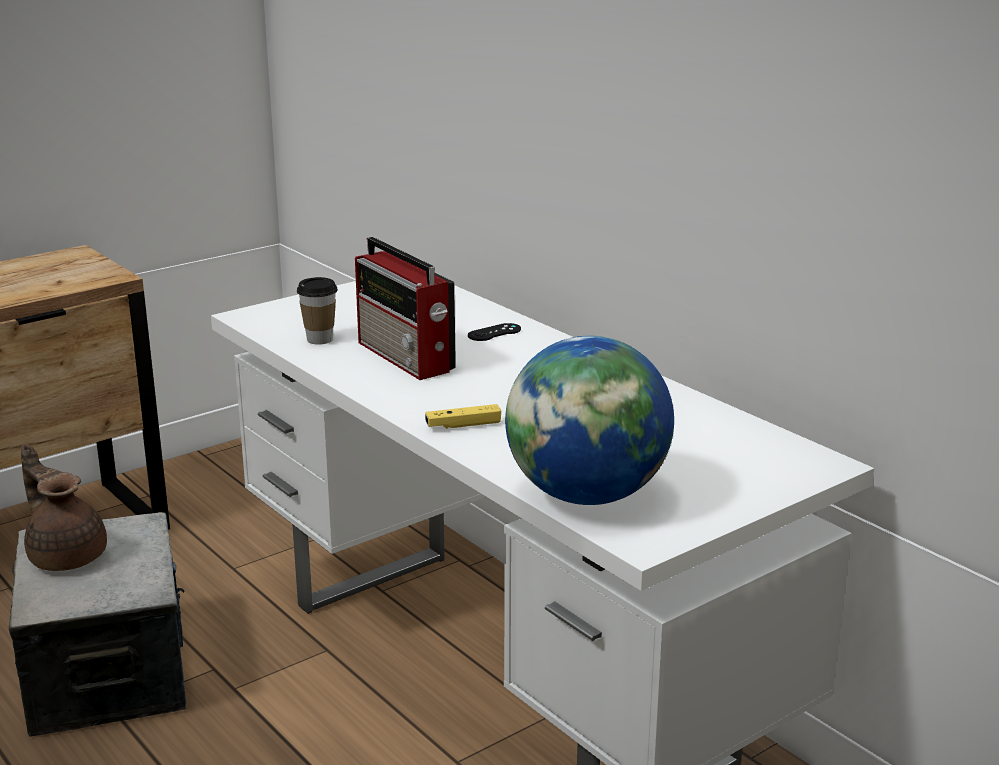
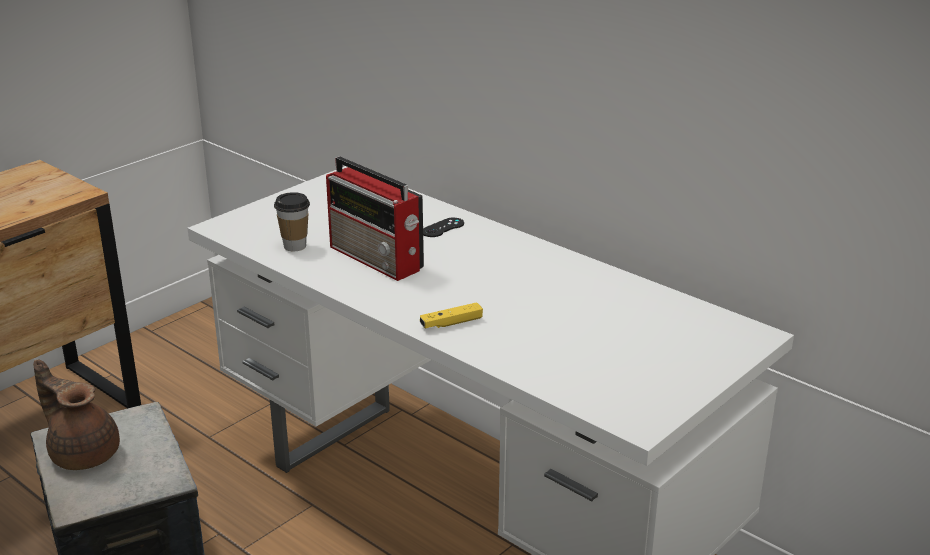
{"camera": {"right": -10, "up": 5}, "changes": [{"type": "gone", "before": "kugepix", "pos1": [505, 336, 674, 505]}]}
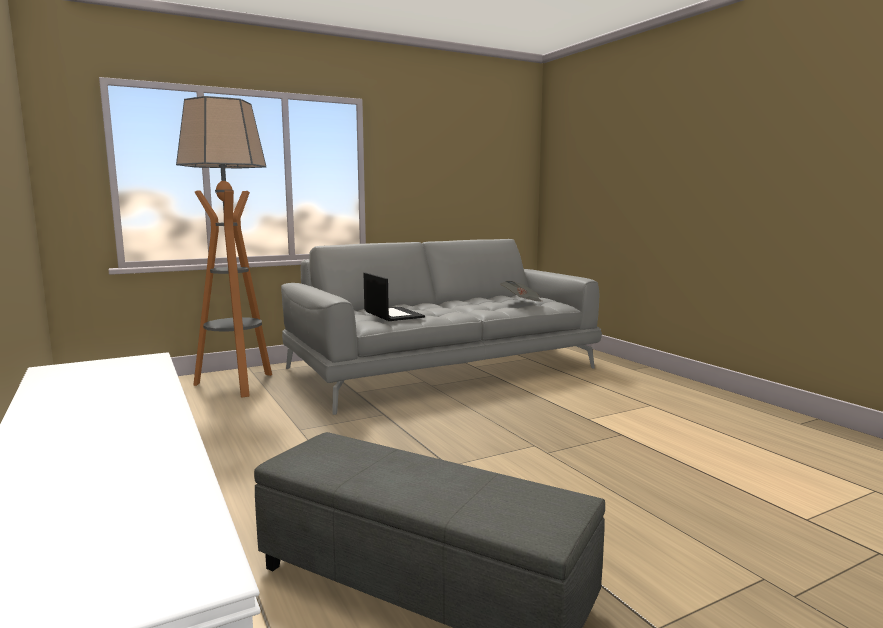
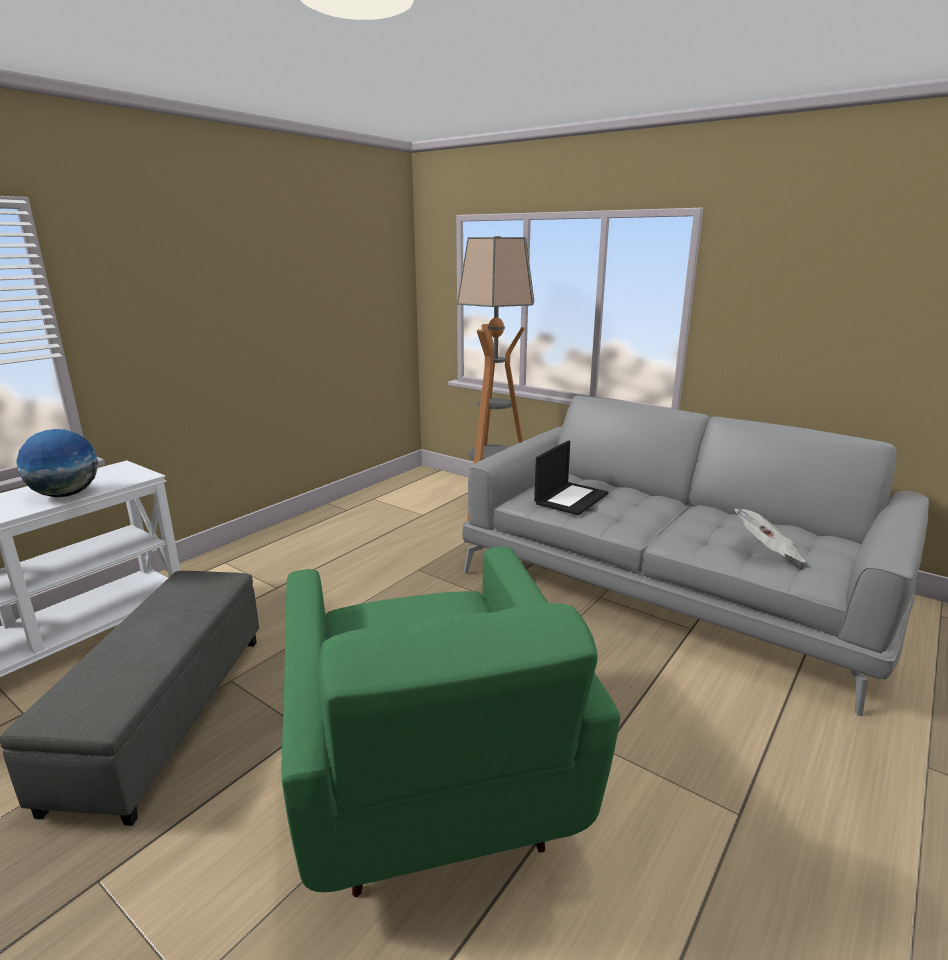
{"camera": {"right": 65, "up": 10}, "changes": [{"type": "new", "after": "kugepix", "pos2": [16, 429, 98, 497]}, {"type": "new", "after": "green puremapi", "pos2": [282, 546, 620, 897]}]}
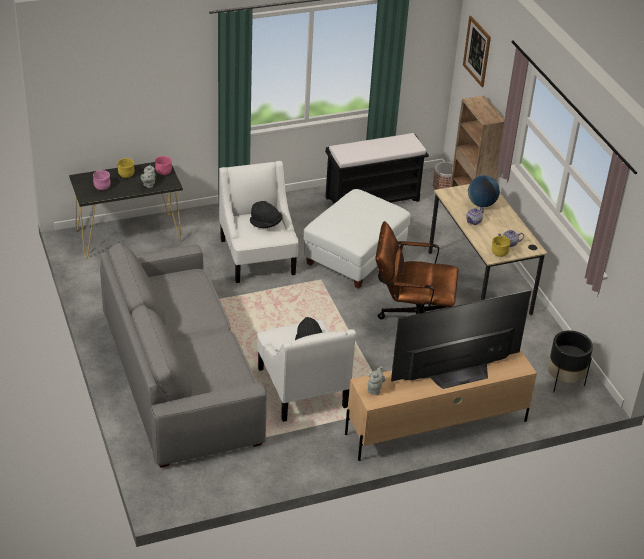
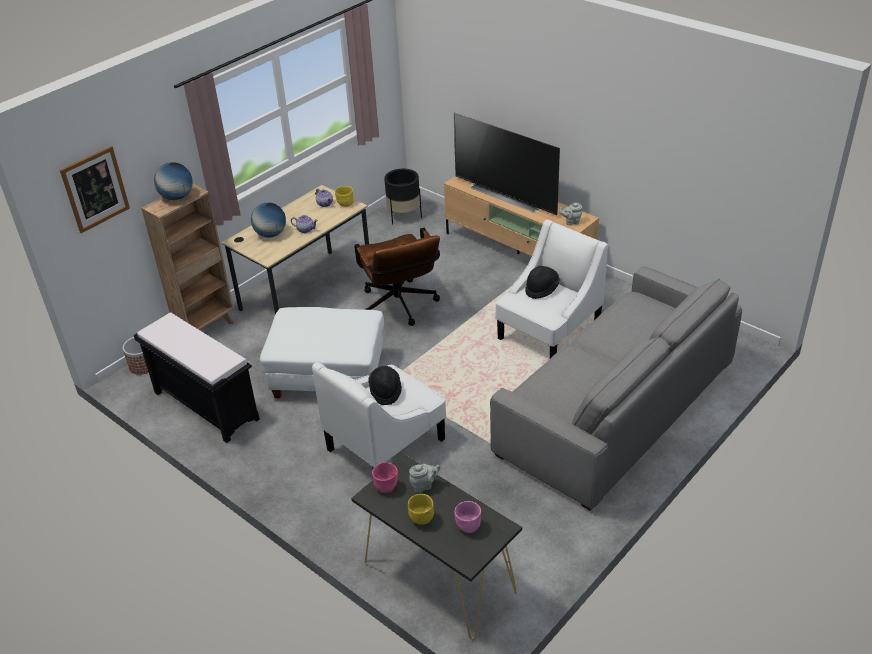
{"camera": {"right": -115, "up": 0}, "changes": [{"type": "new", "after": "kugepix", "pos2": [154, 162, 193, 200]}]}
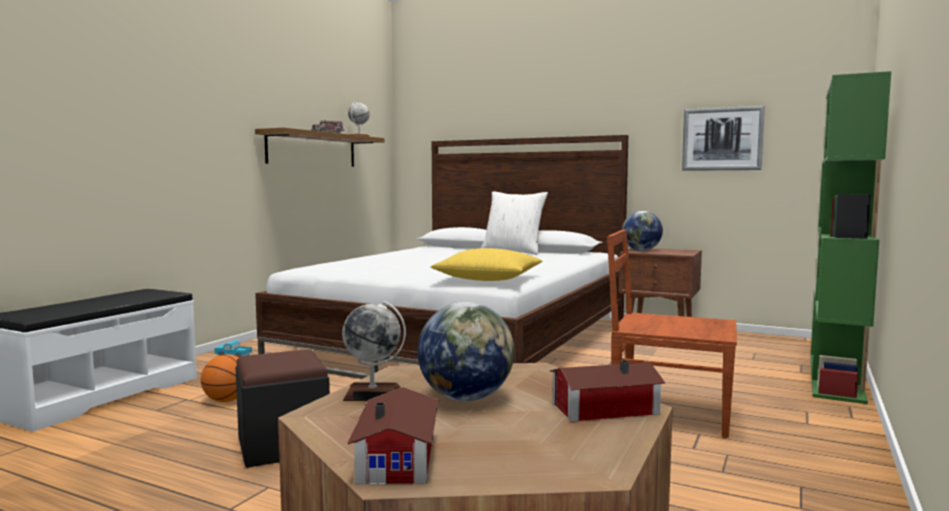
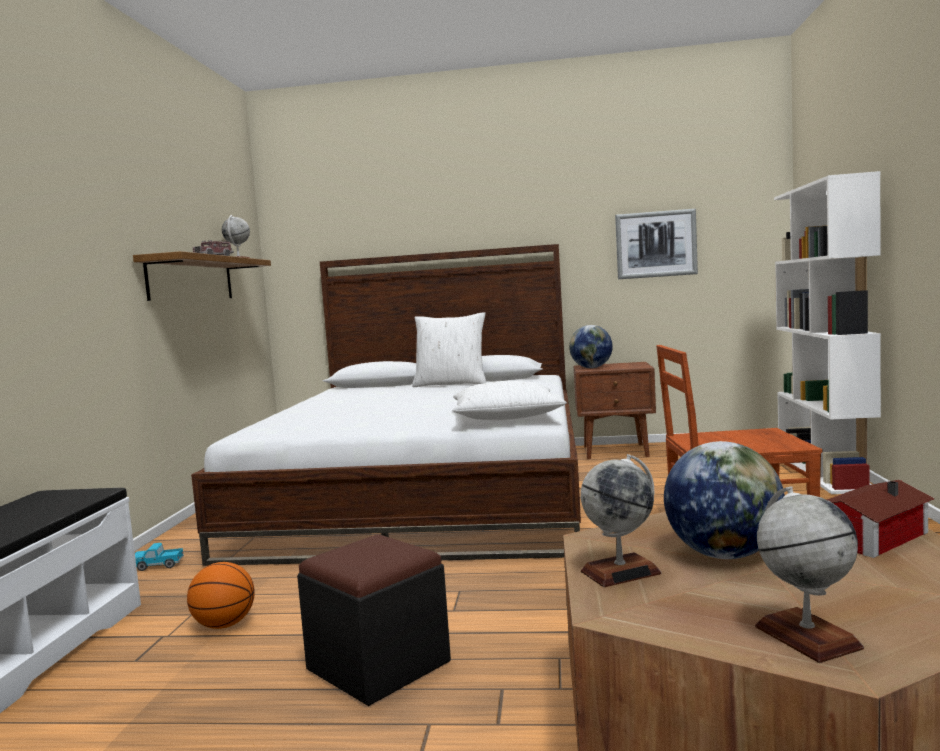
{"camera": {"right": -20, "up": 0}, "changes": [{"type": "swapped", "before": "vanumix", "after": "kugepix", "pos1": [347, 387, 438, 484], "pos2": [755, 486, 864, 663]}, {"type": "repainted", "before": "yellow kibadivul", "after": "white kibadivul", "pos1": [431, 248, 542, 281], "pos2": [453, 381, 567, 420]}, {"type": "repainted", "before": "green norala", "after": "white norala", "pos1": [810, 71, 891, 404], "pos2": [774, 171, 881, 494]}]}
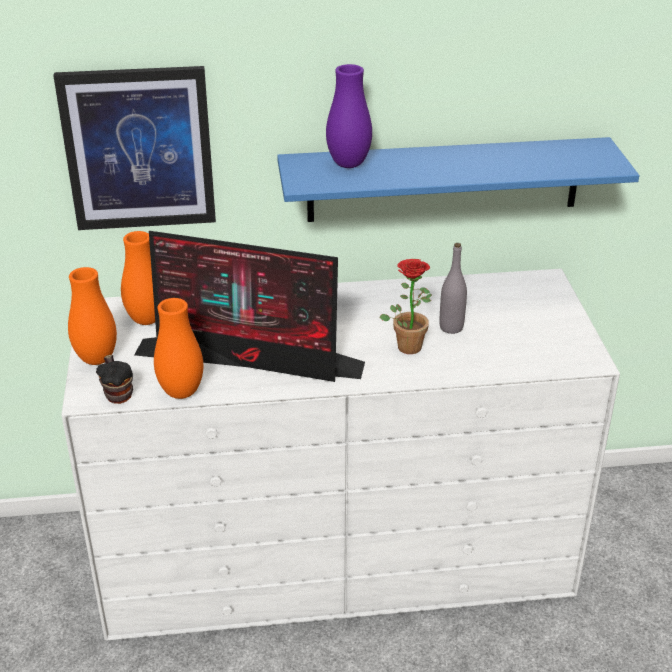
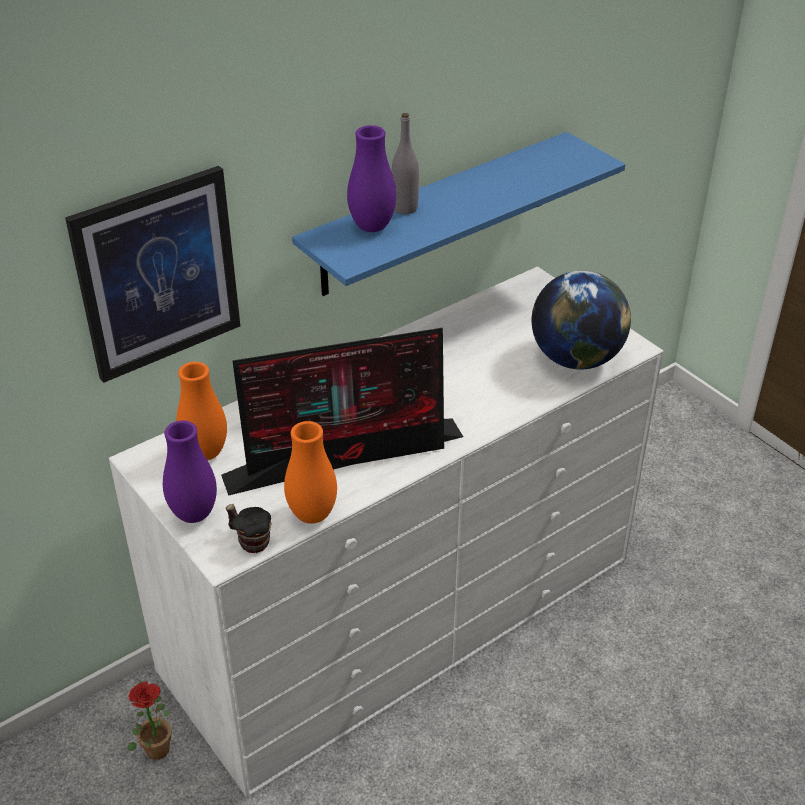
{"camera": {"right": -30, "up": 5}, "changes": [{"type": "repainted", "before": "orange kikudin", "after": "purple kikudin", "pos1": [68, 267, 117, 365], "pos2": [163, 420, 217, 523]}, {"type": "shifted", "before": "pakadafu", "pos1": [379, 259, 432, 354], "pos2": [127, 681, 172, 760]}, {"type": "shifted", "before": "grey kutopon", "pos1": [439, 243, 467, 334], "pos2": [391, 113, 419, 215]}, {"type": "new", "after": "kugepix", "pos2": [531, 270, 631, 370]}]}
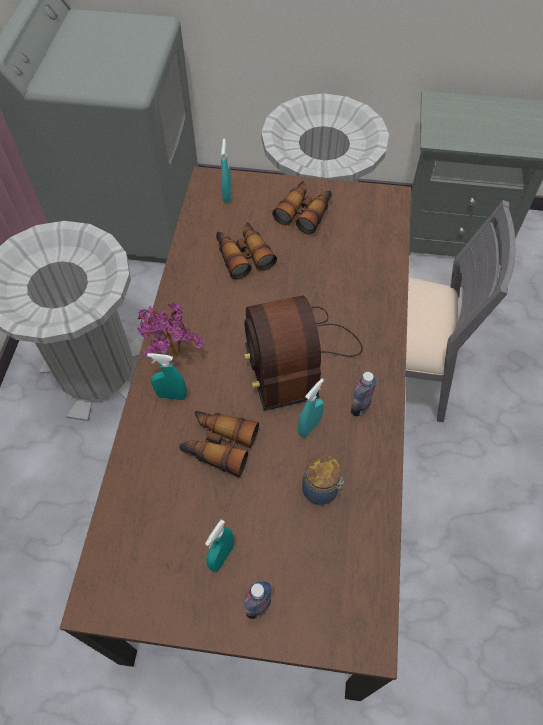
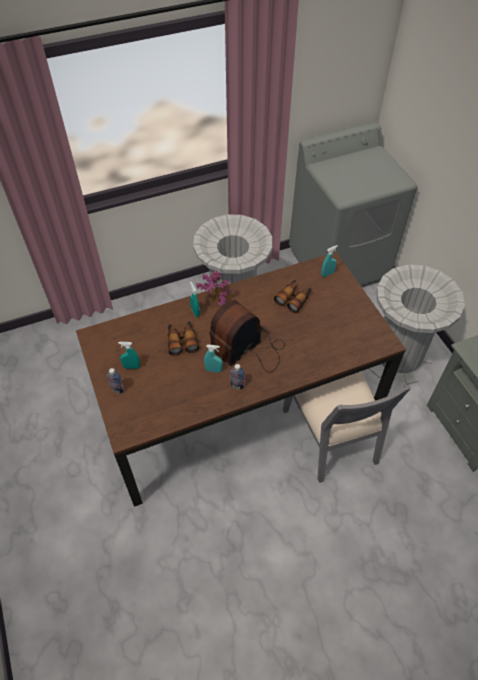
{"camera": {"right": 60, "up": -5}, "changes": [{"type": "gone", "before": "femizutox", "pos1": [272, 181, 332, 234]}, {"type": "gone", "before": "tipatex", "pos1": [302, 455, 344, 505]}]}
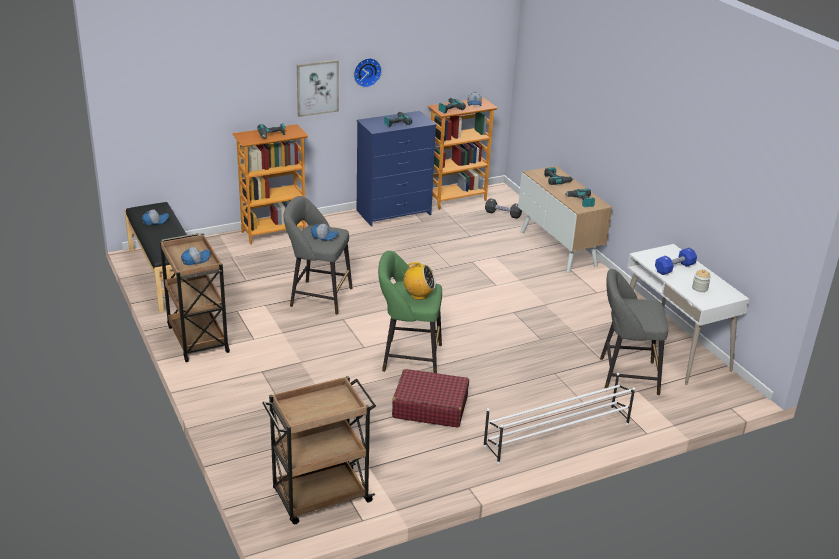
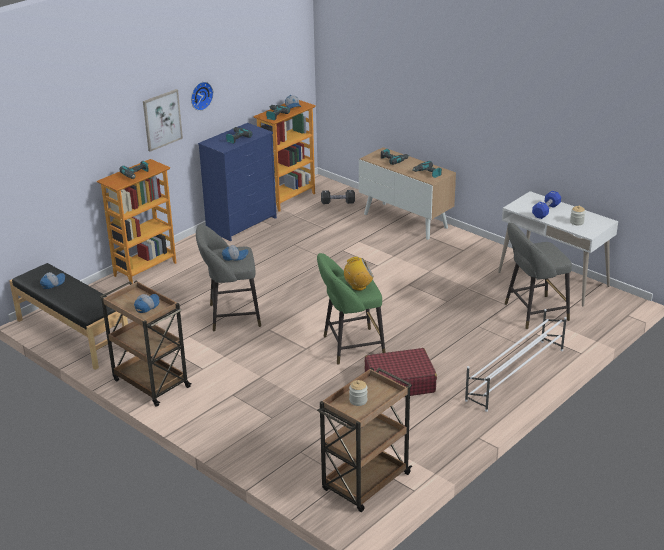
{"camera": {"right": -20, "up": 0}, "changes": [{"type": "new", "after": "tipatex", "pos2": [349, 380, 368, 406]}]}
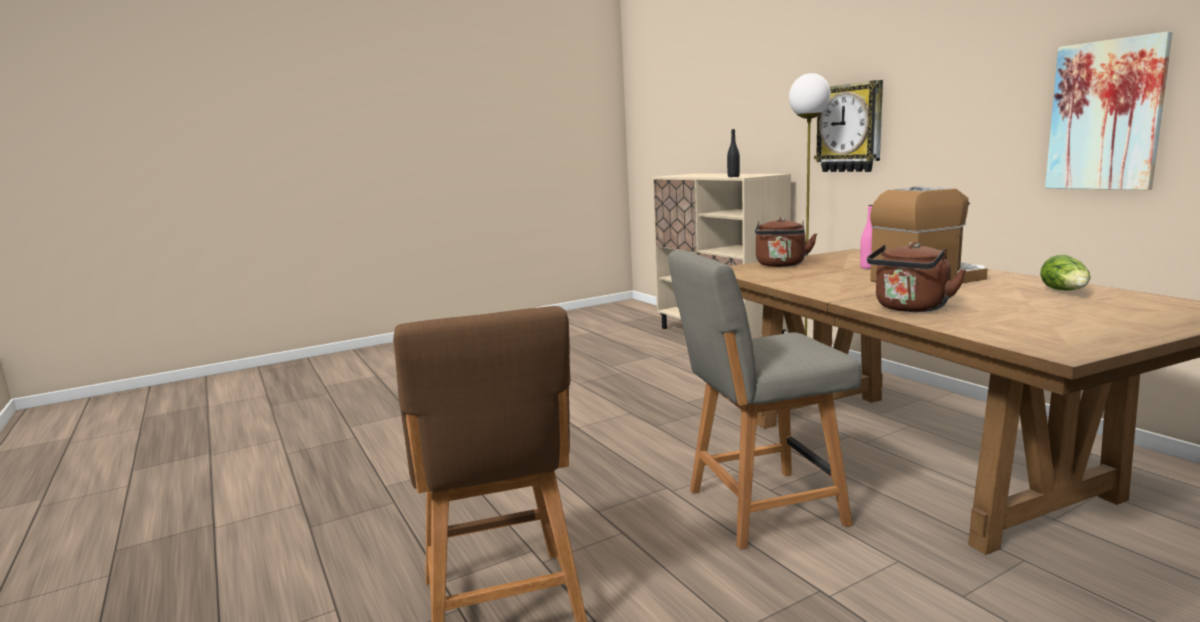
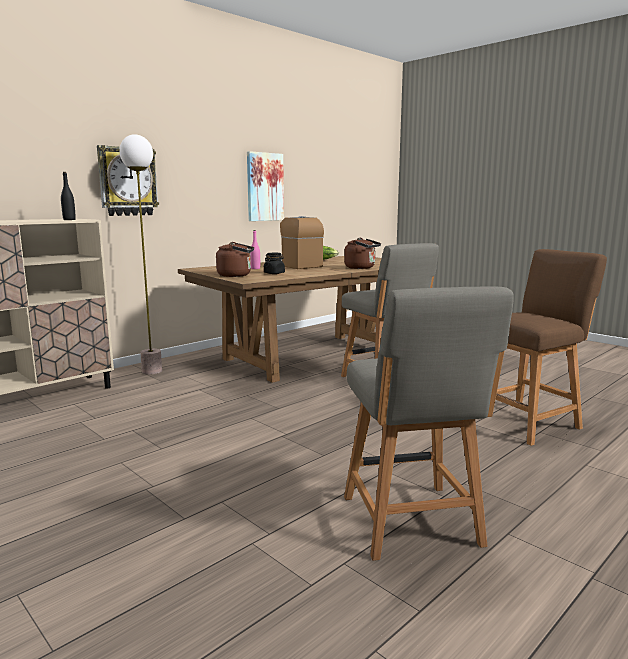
{"camera": {"right": -105, "up": 0}, "changes": [{"type": "new", "after": "black tipatex", "pos2": [264, 253, 285, 274]}, {"type": "new", "after": "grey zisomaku", "pos2": [344, 287, 514, 561]}]}
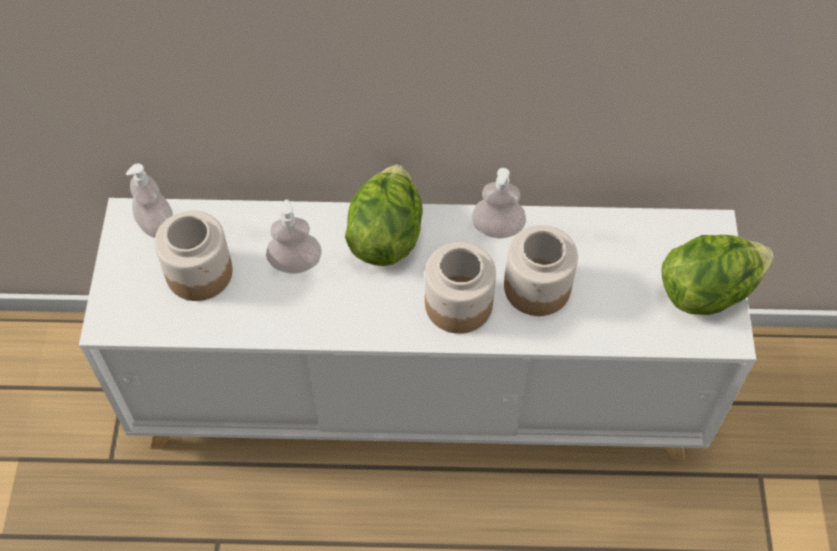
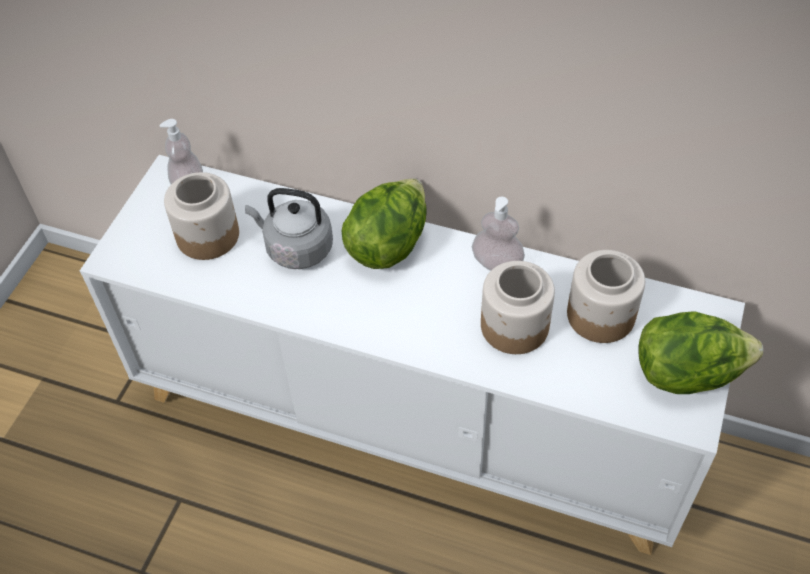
{"camera": {"right": 20, "up": -5}, "changes": [{"type": "swapped", "before": "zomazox", "after": "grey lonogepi", "pos1": [266, 200, 322, 274], "pos2": [245, 188, 333, 269]}, {"type": "shifted", "before": "tipatex", "pos1": [425, 242, 496, 334], "pos2": [567, 250, 645, 343]}]}
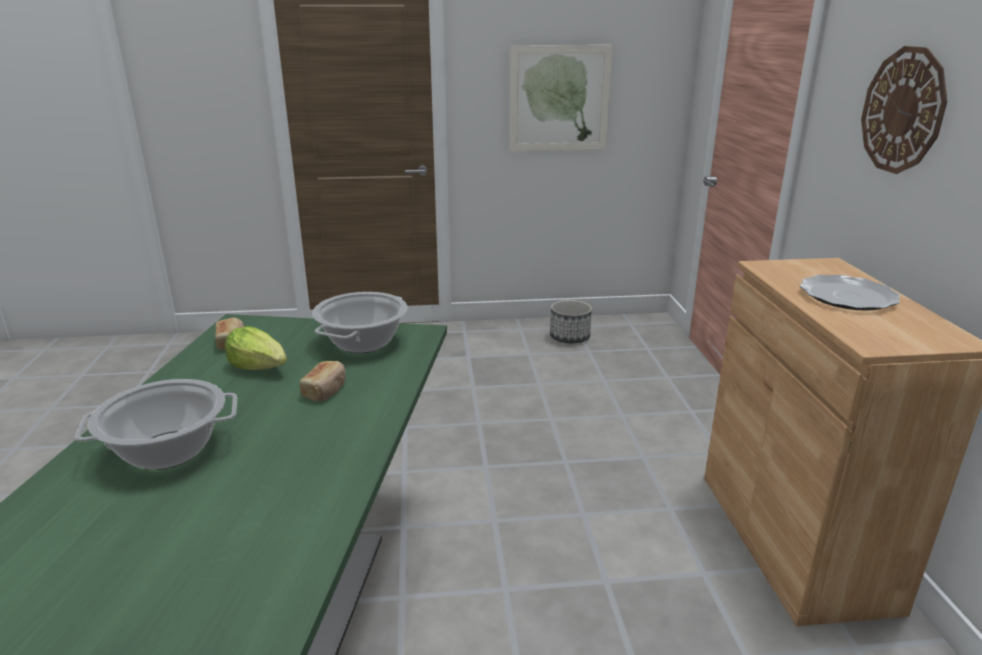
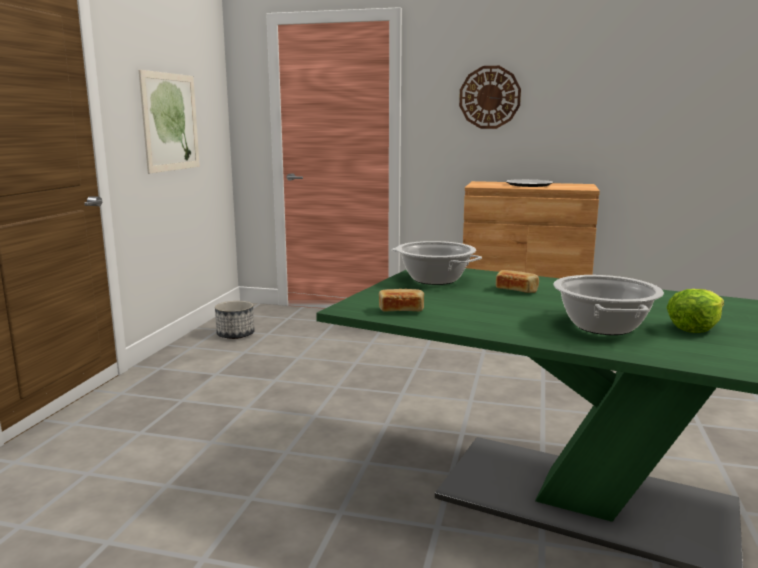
{"camera": {"right": -70, "up": -10}, "changes": [{"type": "shifted", "before": "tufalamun", "pos1": [225, 326, 287, 370], "pos2": [666, 289, 724, 333]}]}
